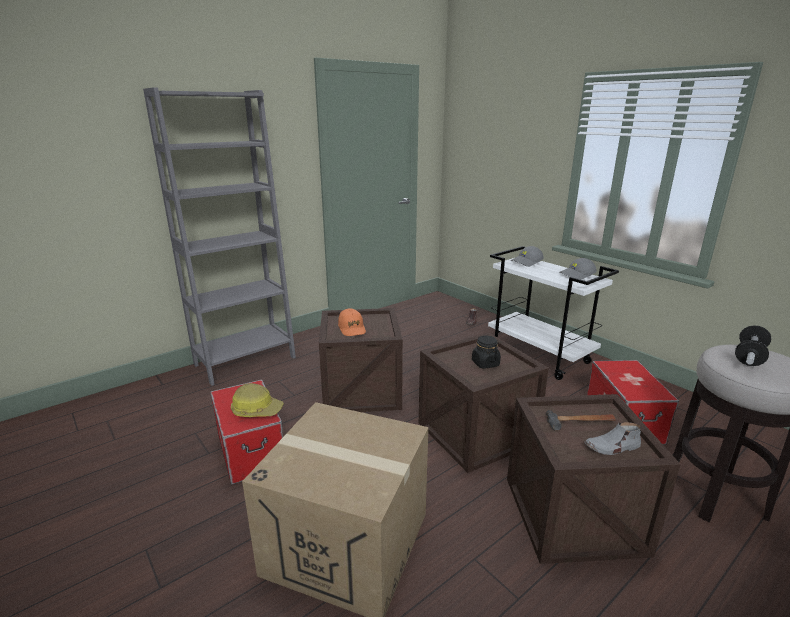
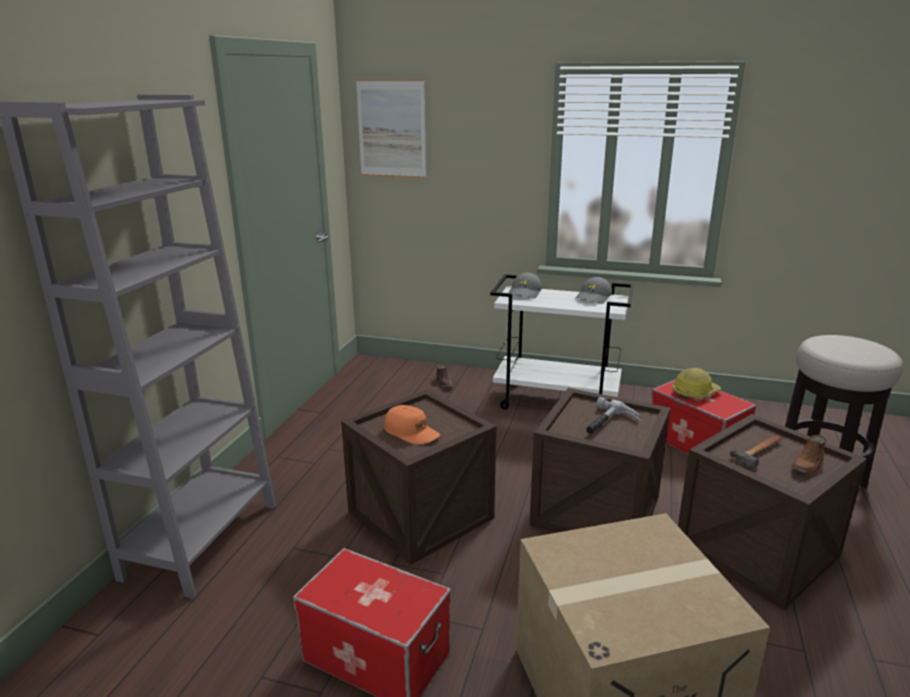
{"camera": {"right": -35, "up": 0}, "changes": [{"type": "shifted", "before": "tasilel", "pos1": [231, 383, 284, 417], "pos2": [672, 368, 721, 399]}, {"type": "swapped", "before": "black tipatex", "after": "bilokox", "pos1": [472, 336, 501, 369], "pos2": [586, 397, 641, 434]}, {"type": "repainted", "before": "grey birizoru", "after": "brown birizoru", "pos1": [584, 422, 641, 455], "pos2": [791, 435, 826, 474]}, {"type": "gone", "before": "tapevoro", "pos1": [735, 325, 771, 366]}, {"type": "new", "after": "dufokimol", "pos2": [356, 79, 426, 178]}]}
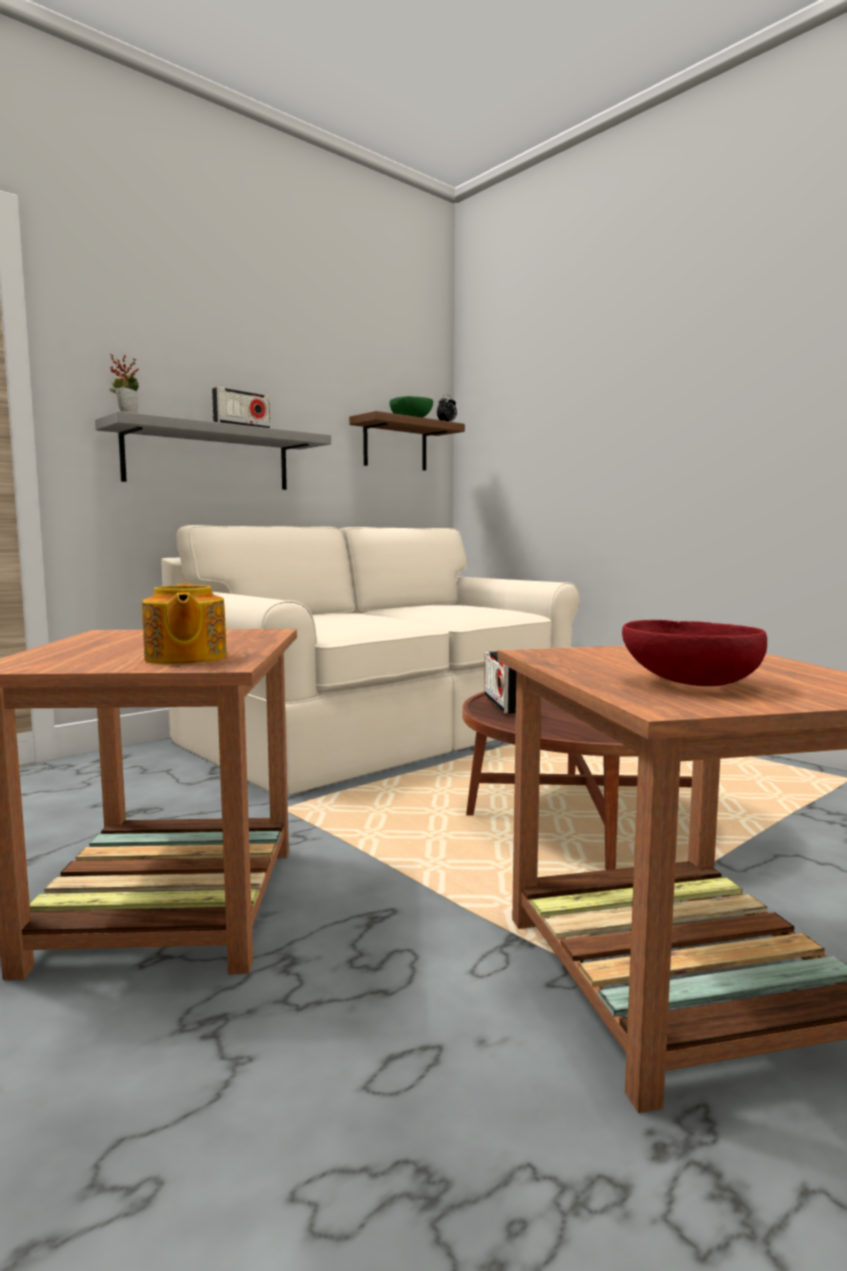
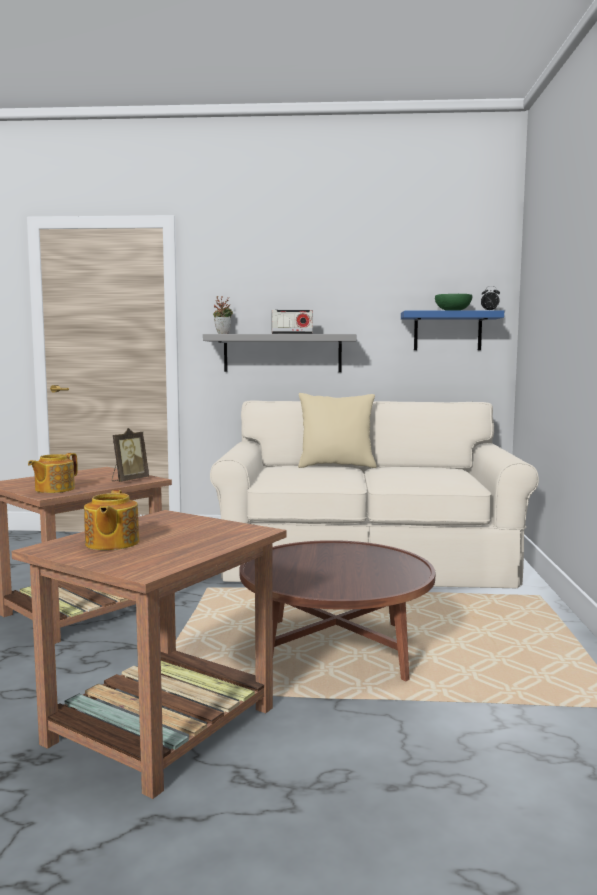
{"camera": {"right": 45, "up": 0}, "changes": [{"type": "repainted", "before": "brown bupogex", "after": "blue bupogex", "pos1": [349, 411, 465, 471], "pos2": [401, 310, 504, 350]}, {"type": "gone", "before": "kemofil", "pos1": [484, 651, 516, 714]}, {"type": "swapped", "before": "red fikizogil", "after": "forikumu", "pos1": [622, 620, 767, 686], "pos2": [84, 490, 139, 550]}, {"type": "new", "after": "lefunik", "pos2": [112, 428, 149, 482]}, {"type": "new", "after": "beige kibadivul", "pos2": [298, 393, 377, 468]}]}
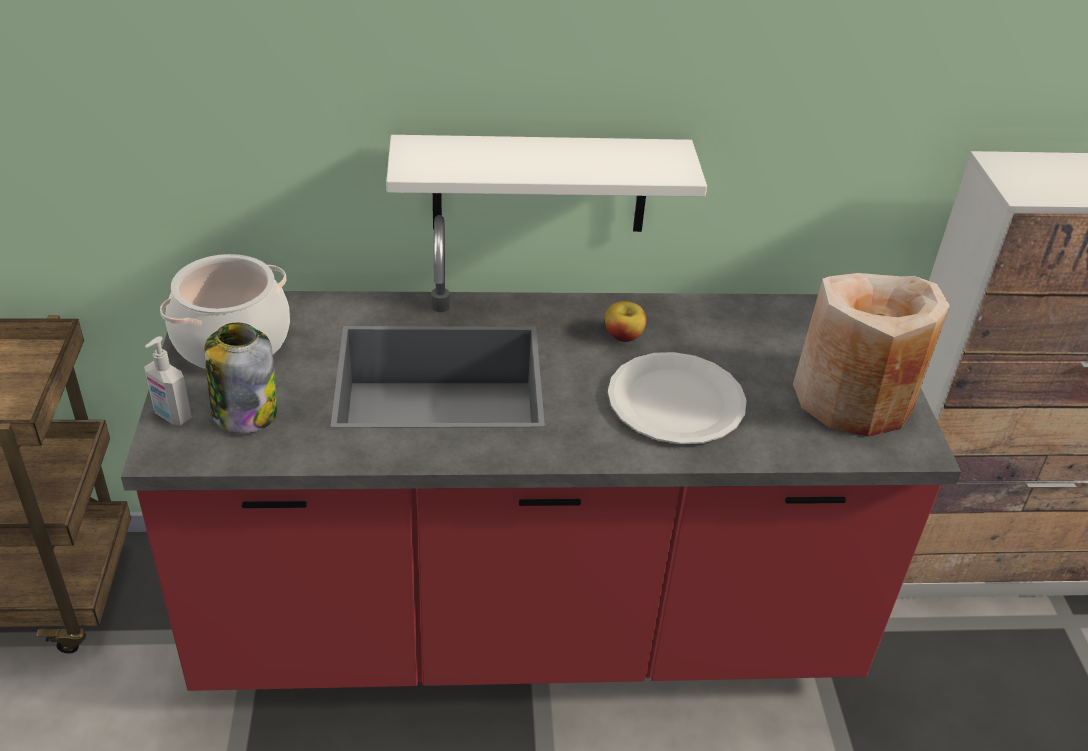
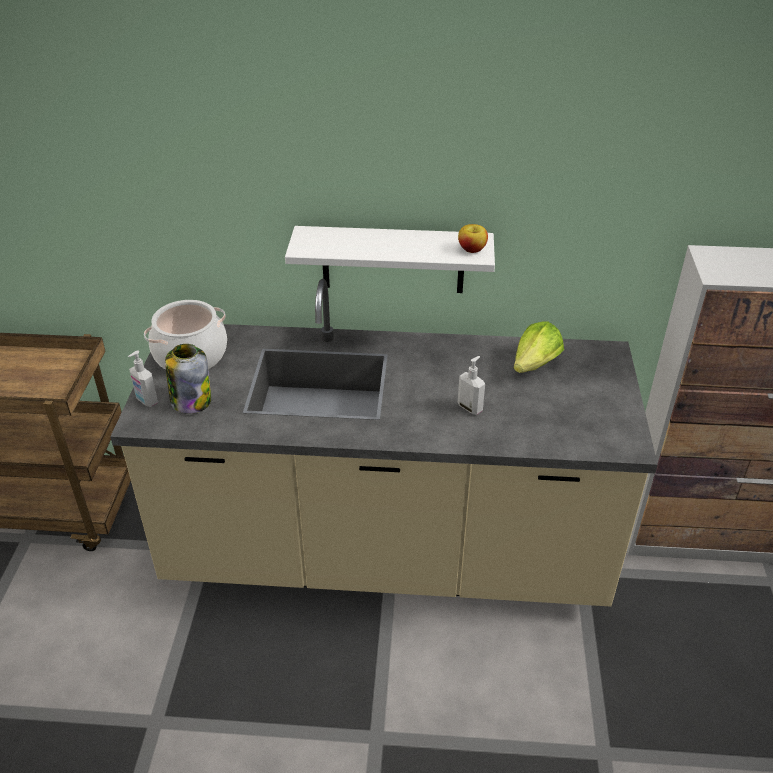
{"camera": {"right": 10, "up": 0}, "changes": [{"type": "repainted", "before": "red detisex", "after": "beige detisex", "pos1": [121, 215, 961, 691], "pos2": [110, 279, 658, 607]}, {"type": "shifted", "before": "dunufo", "pos1": [605, 301, 647, 342], "pos2": [458, 224, 488, 253]}, {"type": "swapped", "before": "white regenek", "after": "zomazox", "pos1": [608, 352, 747, 444], "pos2": [458, 356, 485, 415]}, {"type": "gone", "before": "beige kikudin", "pos1": [793, 273, 950, 437]}, {"type": "new", "after": "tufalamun", "pos2": [514, 321, 564, 373]}]}
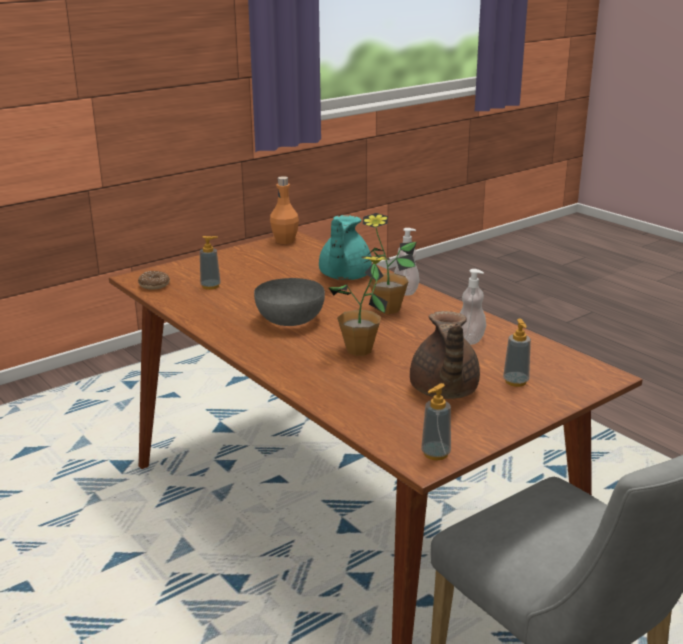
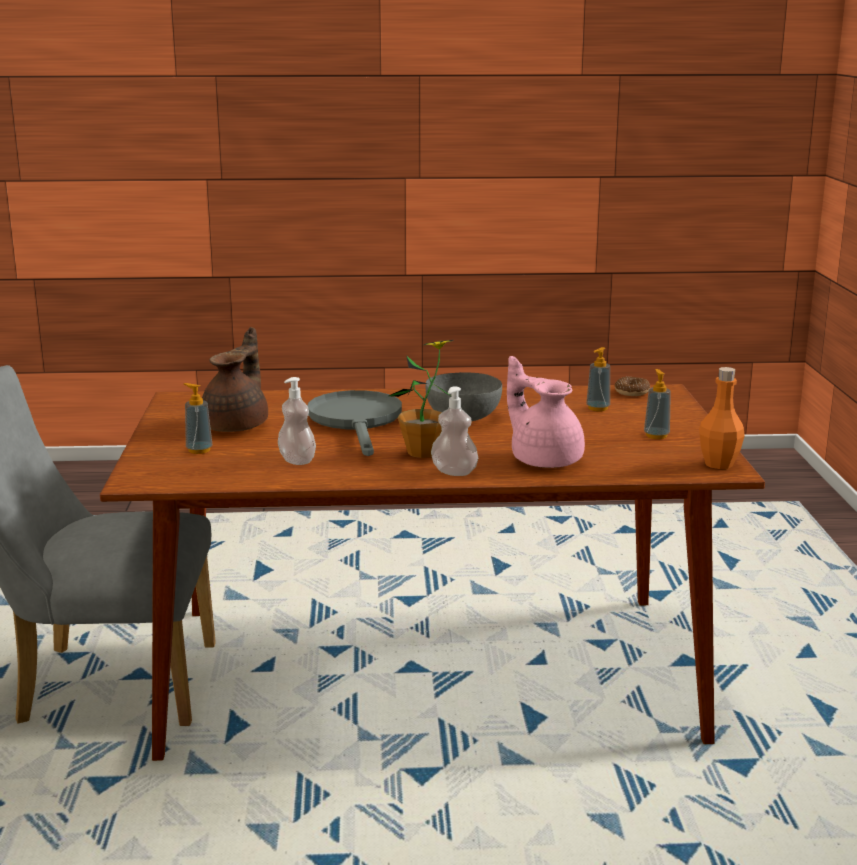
{"camera": {"right": 125, "up": -5}, "changes": [{"type": "repainted", "before": "turquoise forikumu", "after": "pink forikumu", "pos1": [319, 215, 372, 280], "pos2": [507, 356, 585, 468]}, {"type": "swapped", "before": "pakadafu", "after": "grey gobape", "pos1": [328, 256, 390, 356], "pos2": [307, 390, 402, 456]}, {"type": "rotated", "before": "brown forikumu", "pos1": [410, 311, 480, 399], "pos2": [202, 327, 268, 432], "turn": 75}, {"type": "shifted", "before": "zomazox", "pos1": [421, 383, 451, 460], "pos2": [644, 369, 671, 439]}]}
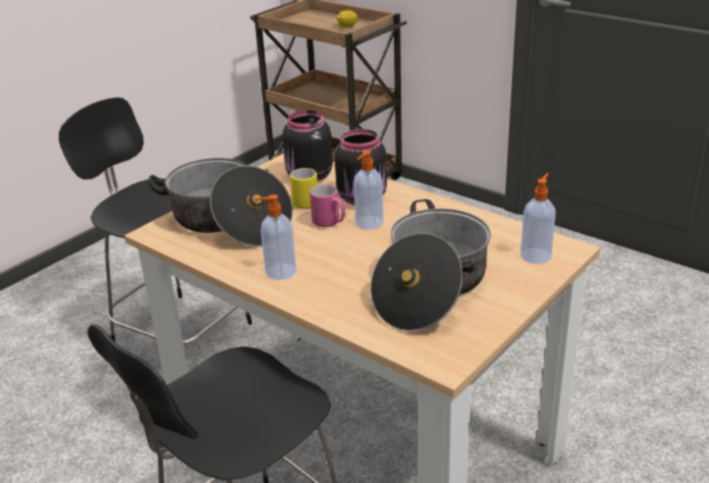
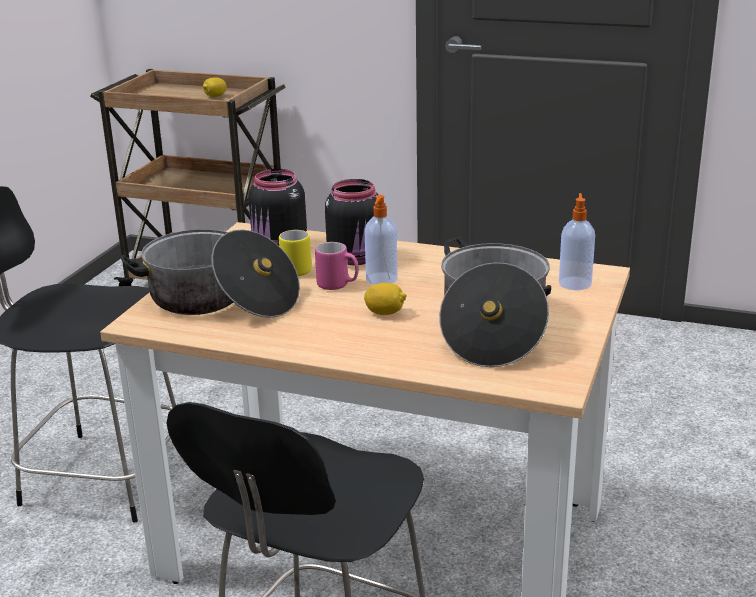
{"camera": {"right": -20, "up": -5}, "changes": [{"type": "gone", "before": "zomazox", "pos1": [254, 195, 296, 280]}, {"type": "new", "after": "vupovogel", "pos2": [364, 283, 407, 315]}]}
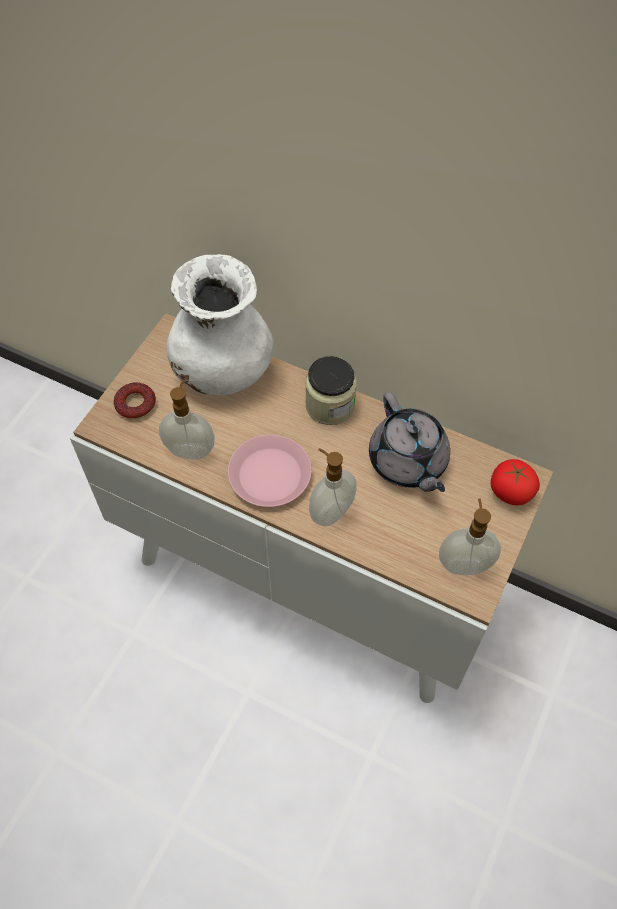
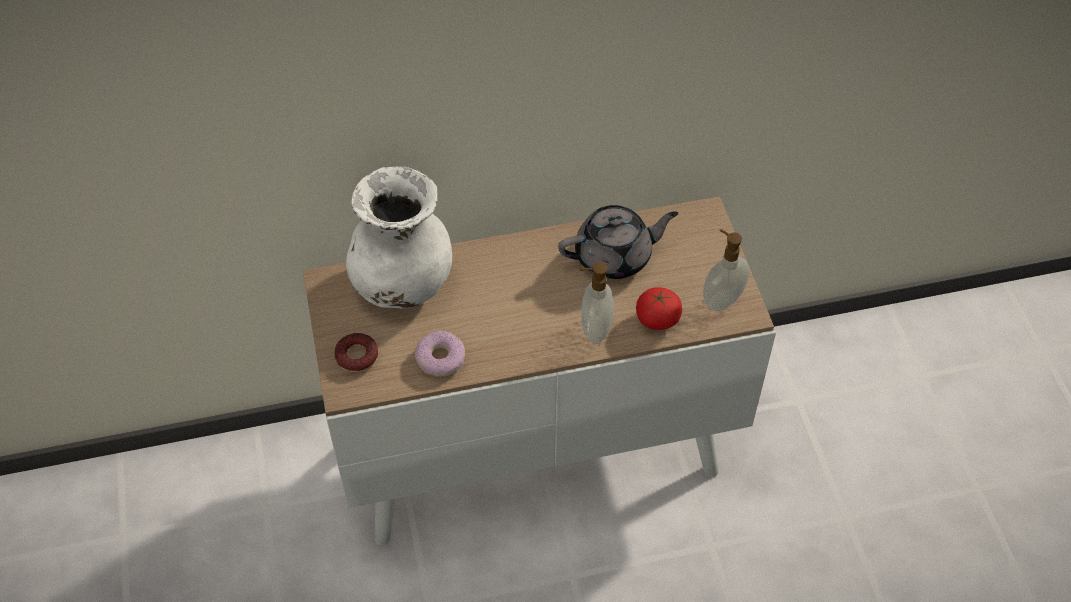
{"camera": {"right": -40, "up": -5}, "changes": [{"type": "swapped", "before": "zomazox", "after": "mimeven", "pos1": [159, 380, 215, 460], "pos2": [415, 330, 465, 377]}, {"type": "gone", "before": "pink regenek", "pos1": [228, 435, 312, 507]}, {"type": "gone", "before": "tipatex", "pos1": [305, 356, 357, 425]}, {"type": "rotated", "before": "grey forikumu", "pos1": [369, 392, 450, 492], "pos2": [558, 205, 679, 279], "turn": -45}, {"type": "shifted", "before": "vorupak", "pos1": [491, 459, 540, 505], "pos2": [636, 287, 682, 330]}]}
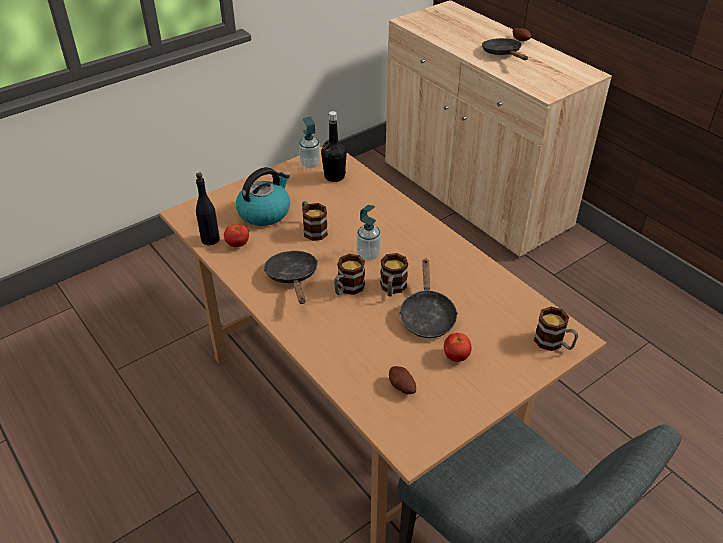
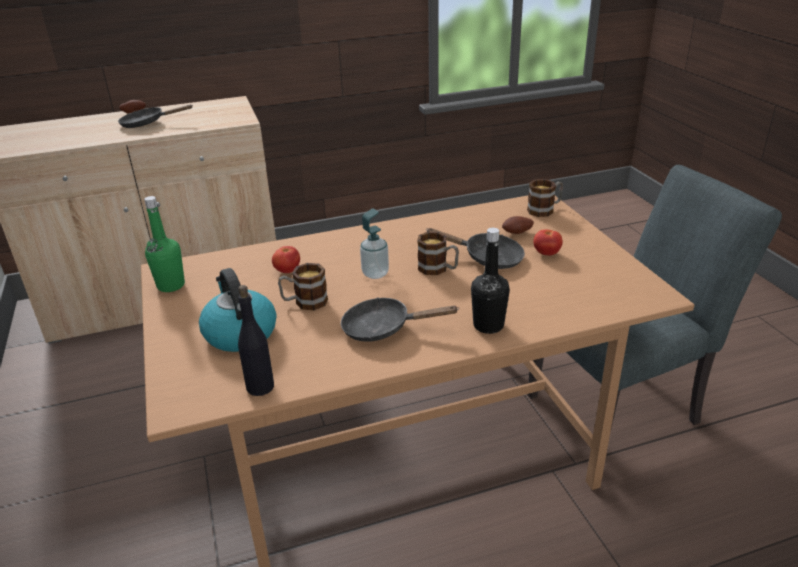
{"camera": {"right": -70, "up": -10}, "changes": [{"type": "shifted", "before": "vorupak", "pos1": [224, 224, 249, 247], "pos2": [272, 246, 300, 273]}, {"type": "swapped", "before": "zomazox", "after": "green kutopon", "pos1": [299, 117, 320, 168], "pos2": [144, 196, 185, 292]}, {"type": "shifted", "before": "black kutopon", "pos1": [321, 111, 347, 182], "pos2": [471, 228, 510, 334]}, {"type": "gone", "before": "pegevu", "pos1": [334, 254, 365, 295]}, {"type": "shifted", "before": "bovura", "pos1": [389, 366, 416, 394], "pos2": [502, 216, 534, 234]}]}
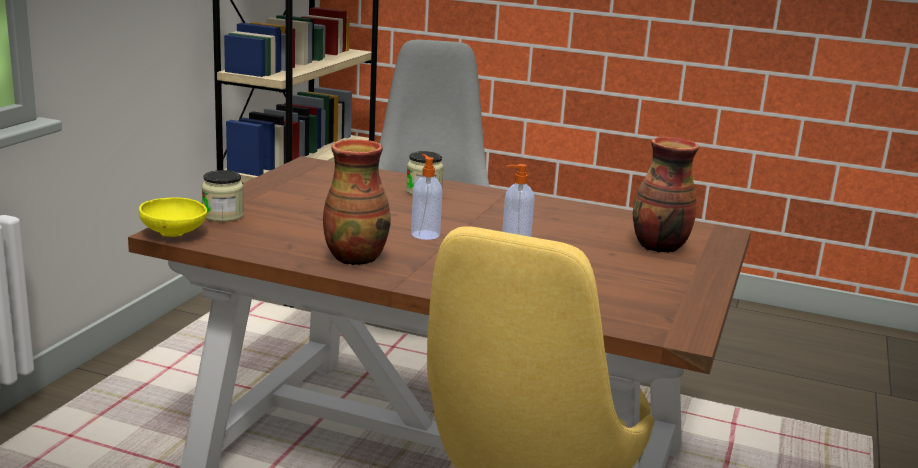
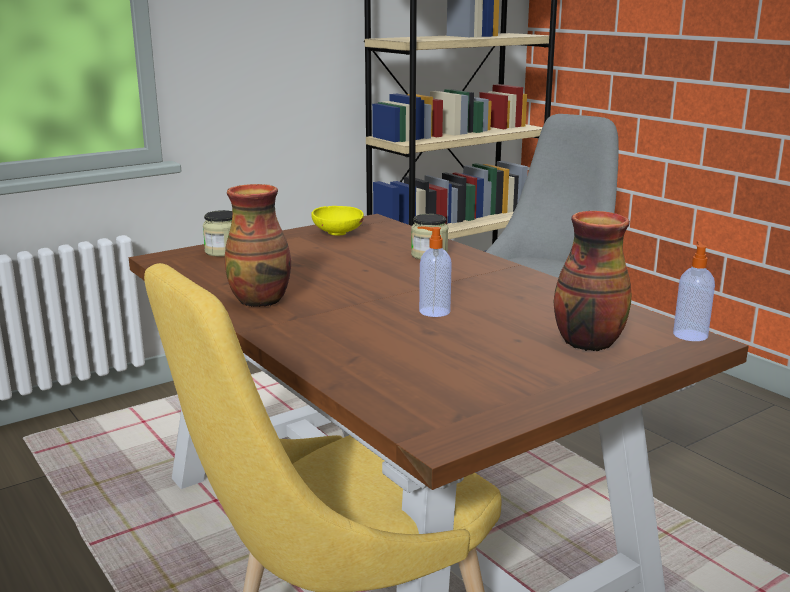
{"camera": {"right": 35, "up": 0}, "changes": [{"type": "shifted", "before": "yellow fikizogil", "pos1": [139, 197, 207, 237], "pos2": [311, 206, 364, 235]}, {"type": "shifted", "before": "zomazox", "pos1": [411, 154, 442, 240], "pos2": [673, 241, 715, 341]}]}
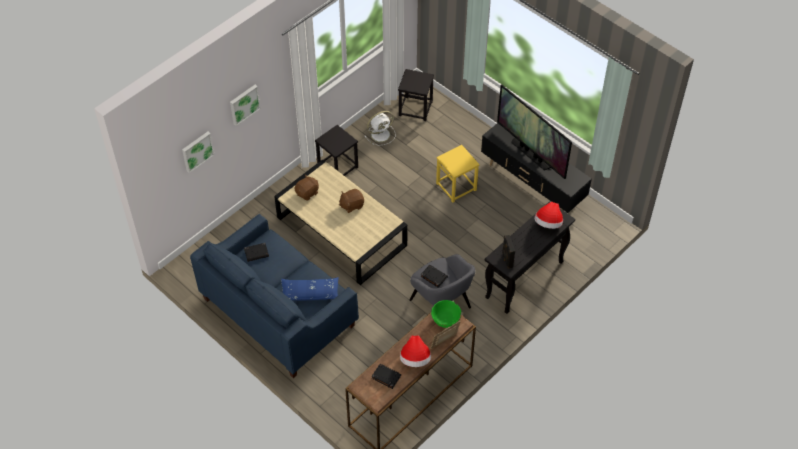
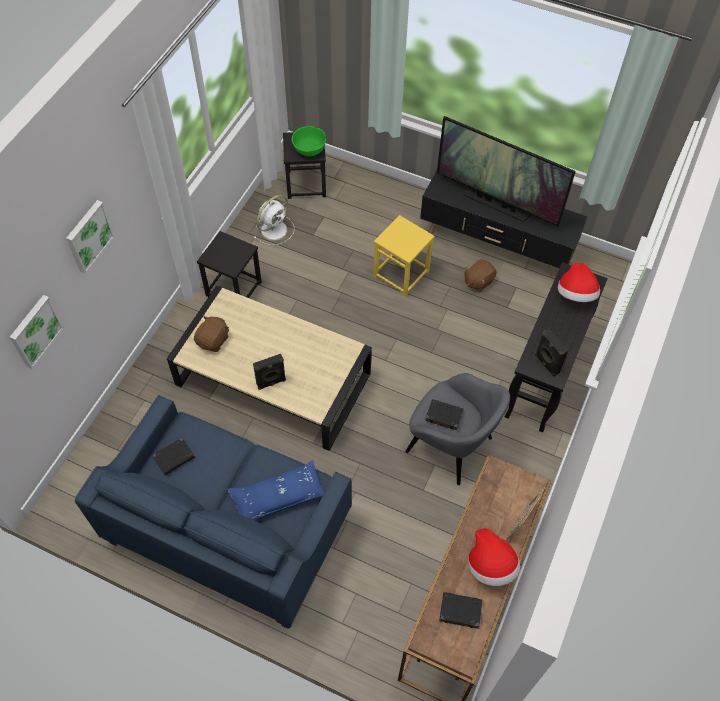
{"camera": {"right": -20, "up": 5}, "changes": [{"type": "shifted", "before": "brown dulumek", "pos1": [339, 189, 364, 213], "pos2": [465, 259, 497, 292]}, {"type": "shifted", "before": "green fikizogil", "pos1": [431, 300, 461, 328], "pos2": [292, 126, 326, 156]}, {"type": "new", "after": "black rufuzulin", "pos2": [253, 354, 286, 390]}]}
